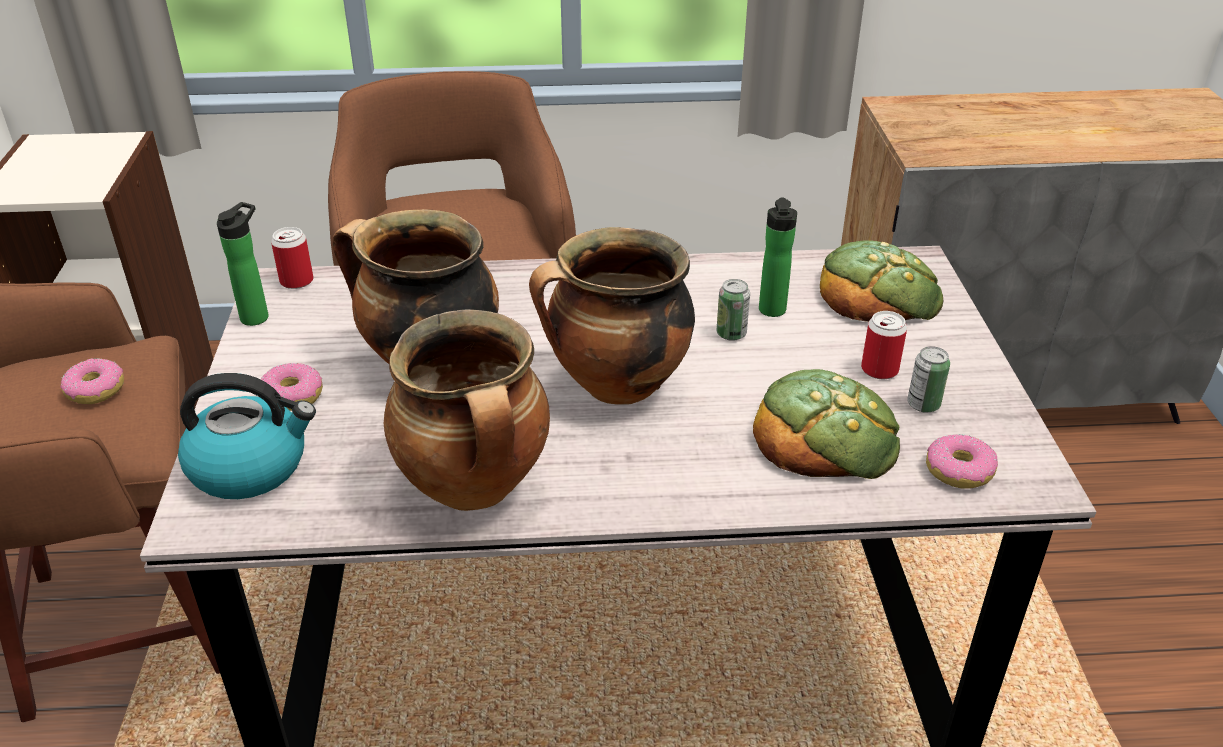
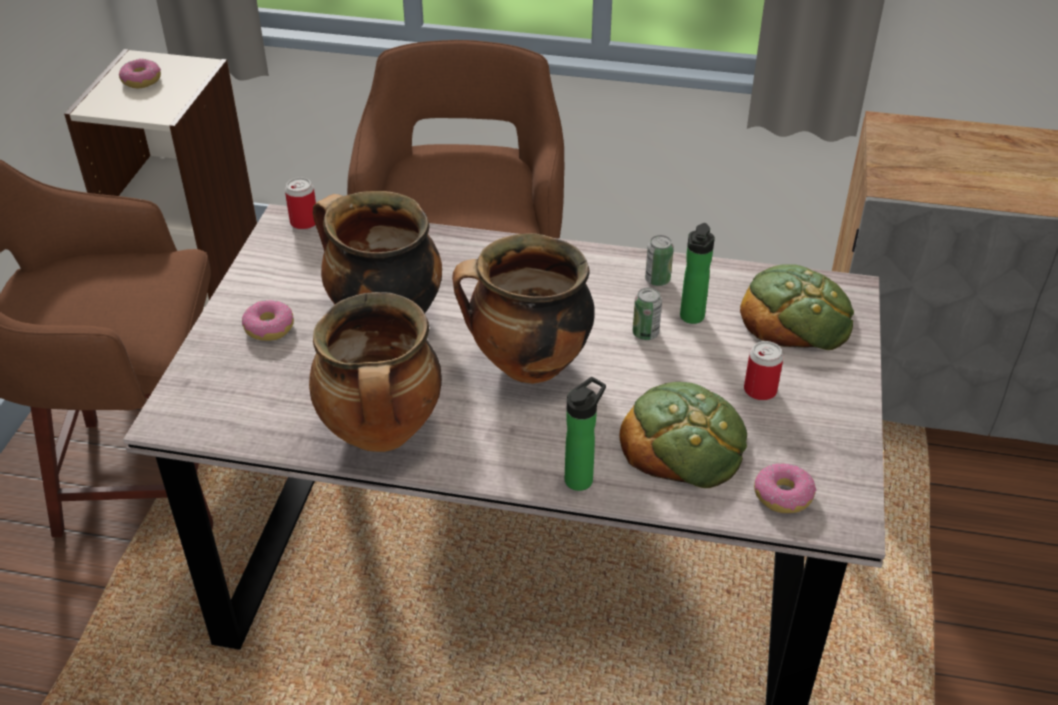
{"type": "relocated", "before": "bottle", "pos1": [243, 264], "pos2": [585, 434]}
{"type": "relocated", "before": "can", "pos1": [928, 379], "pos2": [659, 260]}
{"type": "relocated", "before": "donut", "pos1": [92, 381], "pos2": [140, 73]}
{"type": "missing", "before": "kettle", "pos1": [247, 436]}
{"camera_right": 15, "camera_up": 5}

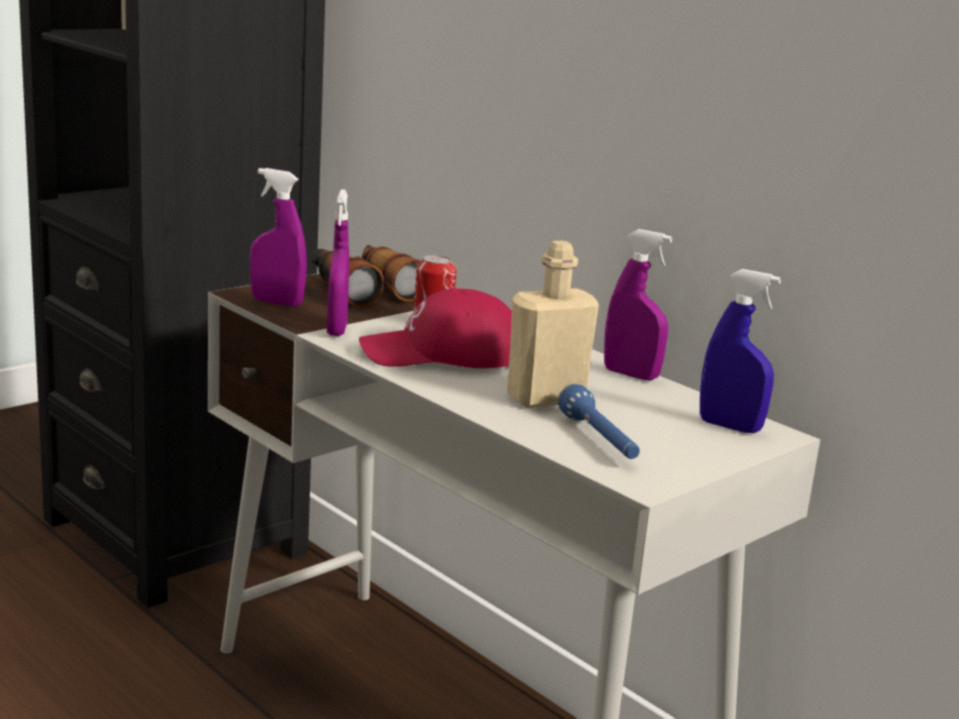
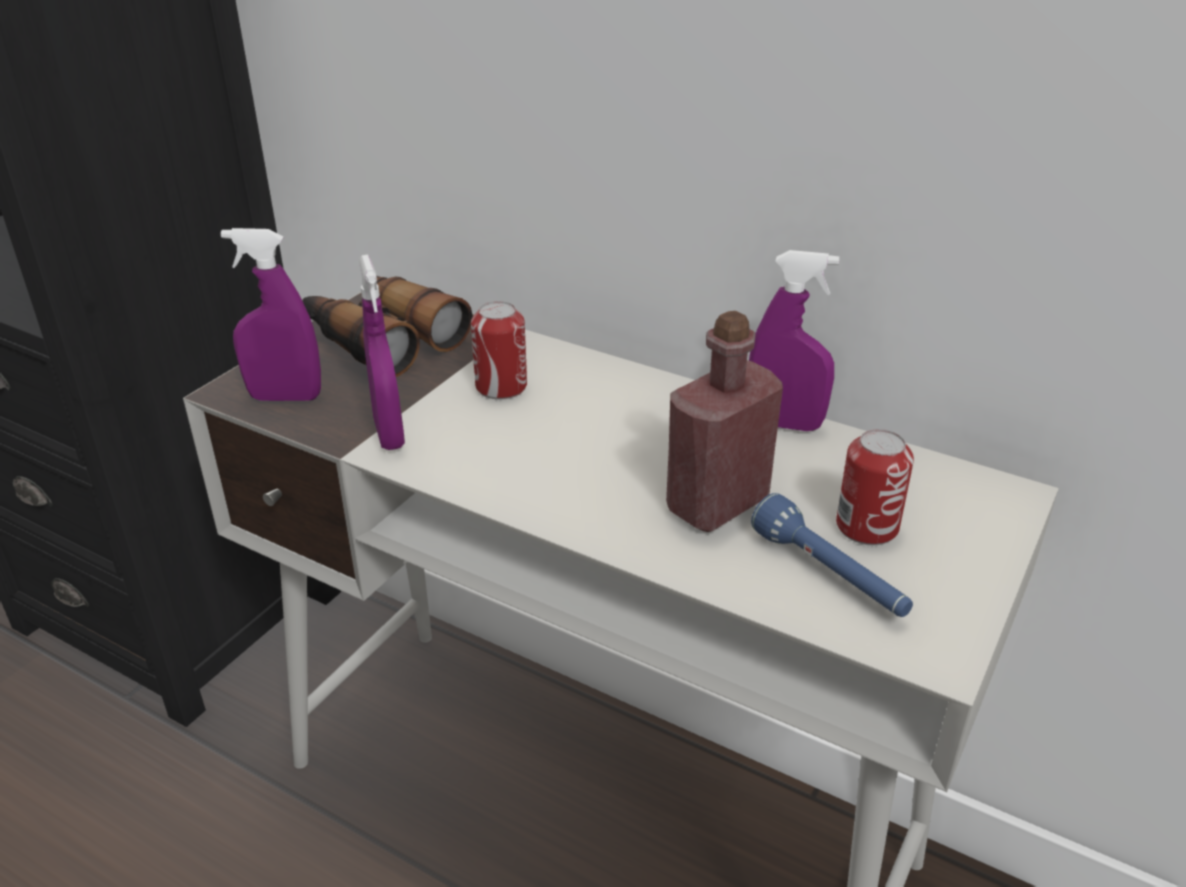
{"type": "colour", "before": "bottle (beige)", "after": "bottle (red)", "pos1": [553, 324], "pos2": [724, 421]}
{"type": "missing", "before": "spray bottle (blue)", "pos1": [740, 351]}
{"type": "missing", "before": "cap (red)", "pos1": [435, 328]}
{"type": "appeared", "after": "can", "pos2": [875, 487]}
{"camera_right": -15, "camera_up": 15}

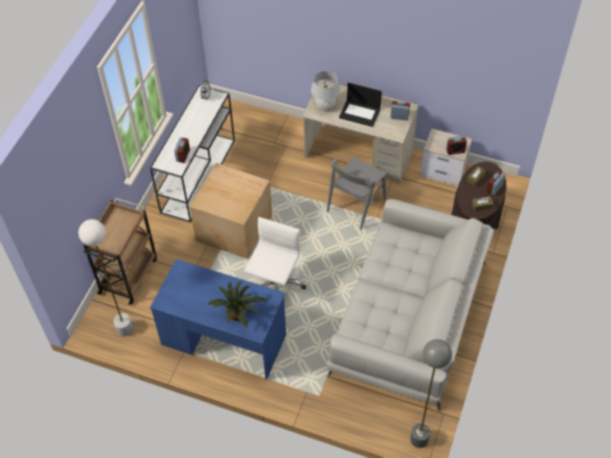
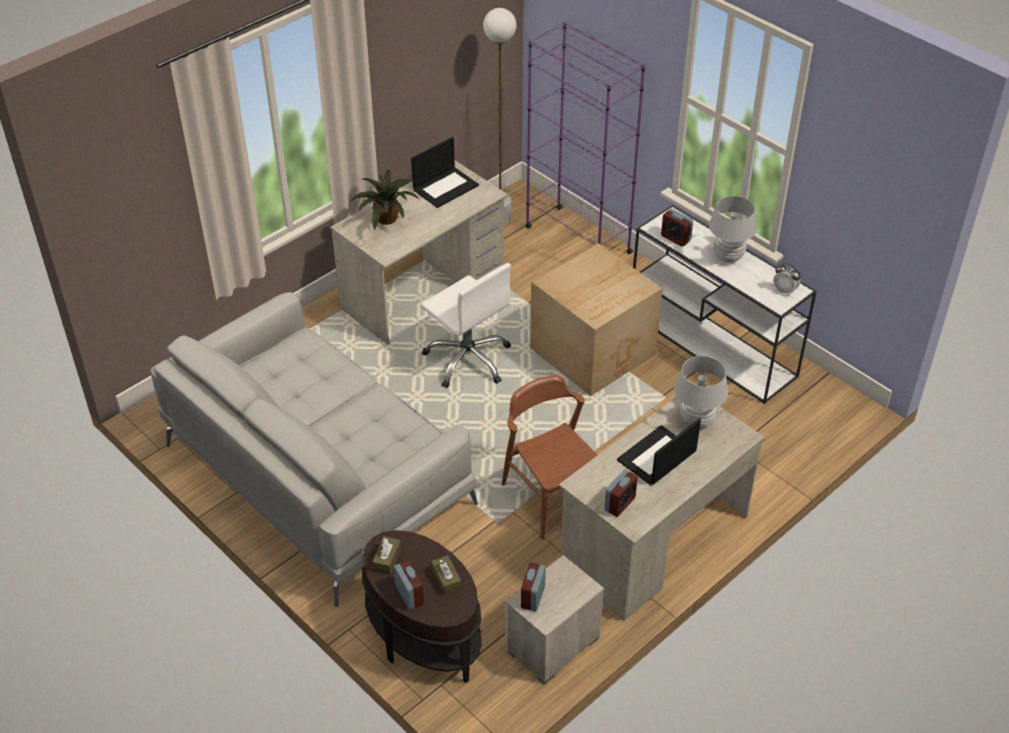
{"type": "colour", "before": "chair (grey)", "after": "chair (brown)", "pos1": [357, 193], "pos2": [549, 457]}
{"type": "exchanged", "before": "cart (brown)", "after": "bookcase (purple)", "pos1": [120, 251], "pos2": [585, 138]}
{"type": "colour", "before": "desk (blue)", "after": "desk (beige)", "pos1": [218, 319], "pos2": [419, 253]}
{"type": "missing", "before": "floor lamp (grey)", "pos1": [431, 393]}
{"type": "appeared", "after": "laptop", "pos2": [445, 172]}
{"type": "appeared", "after": "table lamp (white)", "pos2": [733, 229]}
{"camera_right": 115, "camera_up": -10}

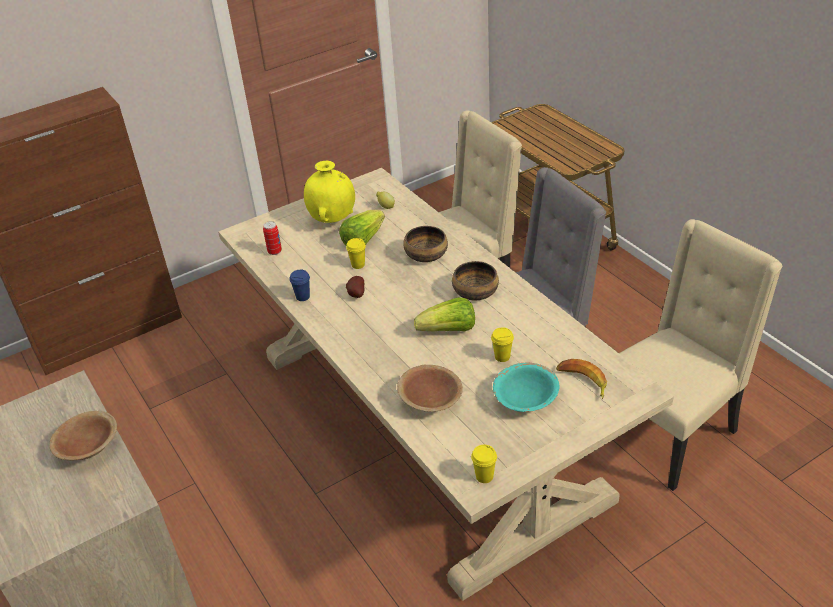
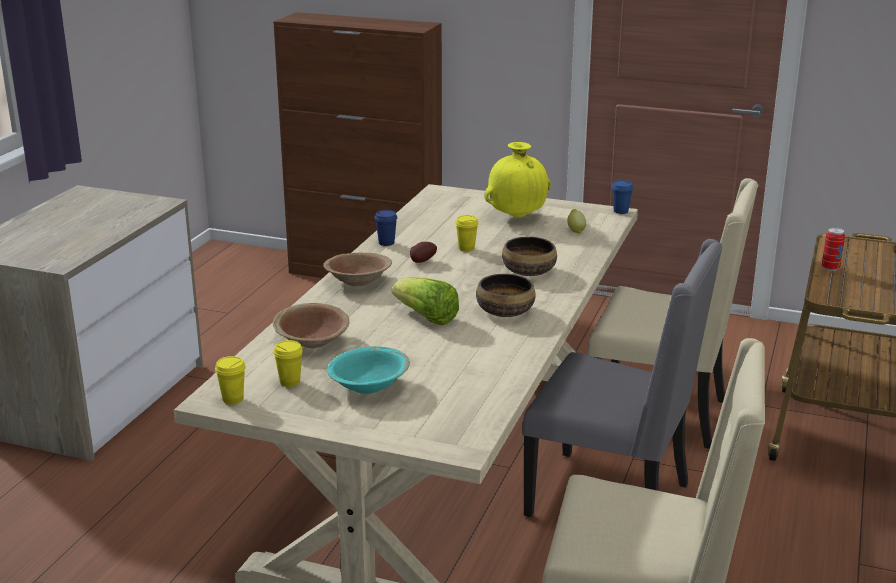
{"type": "missing", "before": "lettuce", "pos1": [362, 228]}
{"type": "relocated", "before": "can", "pos1": [272, 238], "pos2": [833, 249]}
{"type": "relocated", "before": "cup (yellow)", "pos1": [502, 344], "pos2": [288, 363]}
{"type": "missing", "before": "banana", "pos1": [581, 379]}
{"type": "relocated", "before": "bowl (brown)", "pos1": [83, 436], "pos2": [357, 269]}
{"type": "appeared", "after": "cup (blue)", "pos2": [622, 197]}
{"camera_right": 50, "camera_up": -15}

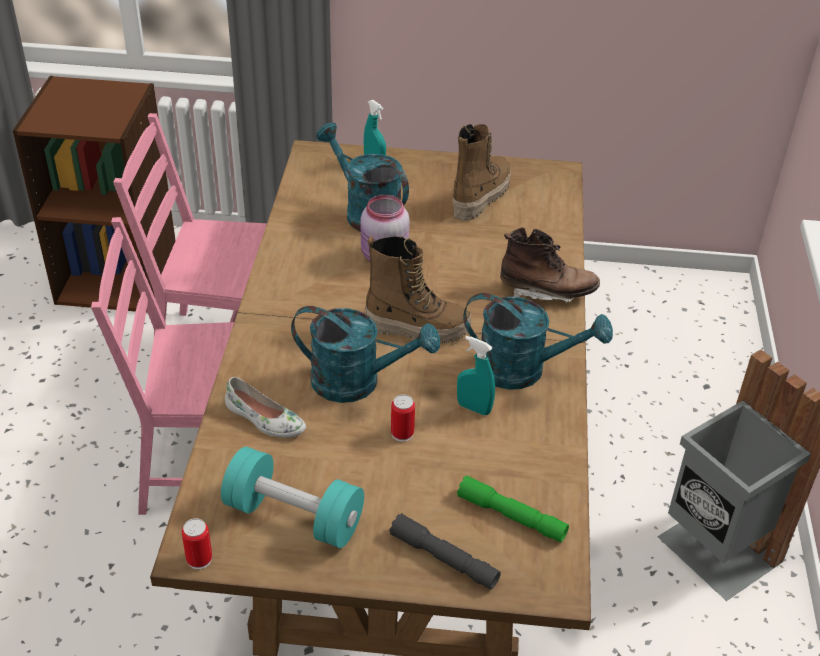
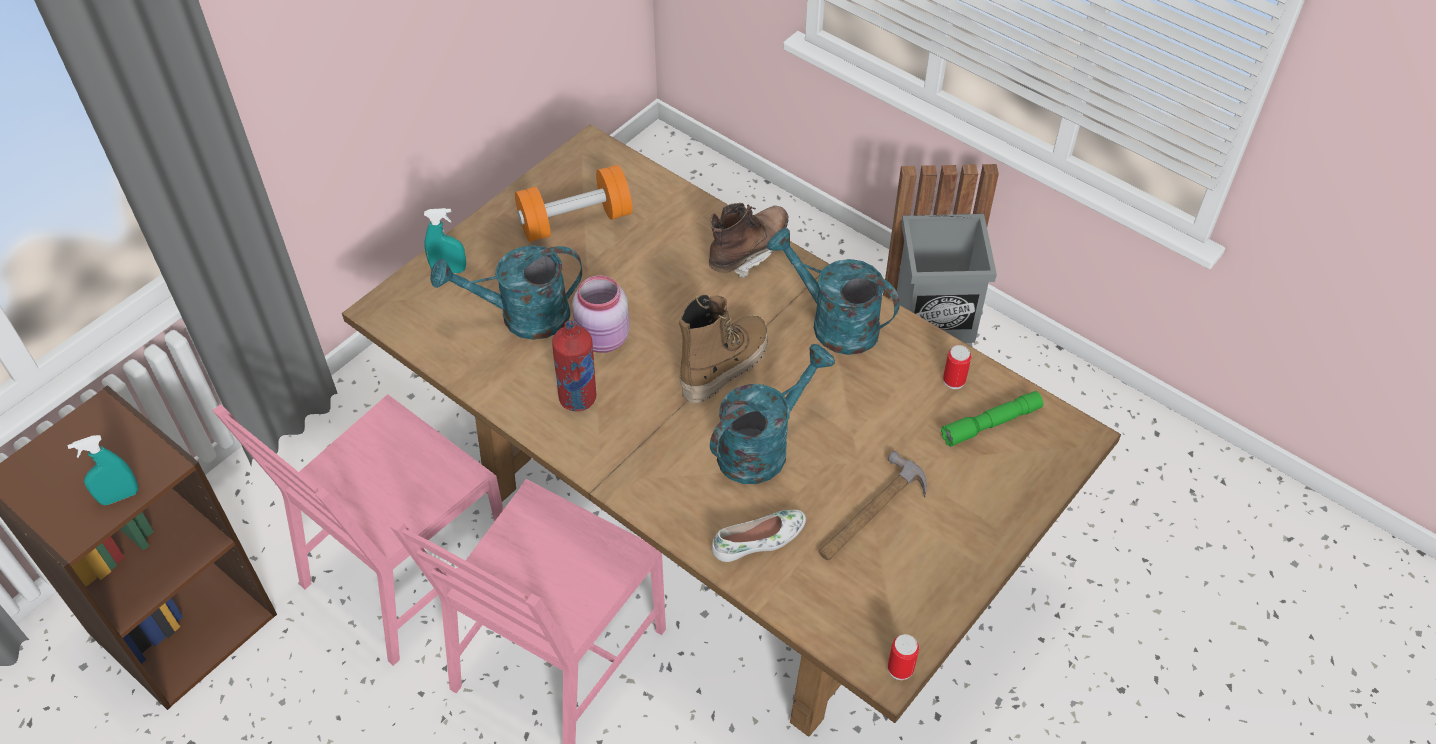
{"type": "exchanged", "before": "boot", "after": "dumbbell (orange)", "pos1": [481, 172], "pos2": [573, 203]}
{"type": "spun", "before": "watering can (turquoise)", "pos1": [538, 341], "pos2": [833, 291], "turn": -105}
{"type": "relocated", "before": "spray bottle (turquoise)", "pos1": [476, 375], "pos2": [102, 470]}
{"type": "relocated", "before": "can", "pos1": [403, 418], "pos2": [957, 367]}
{"type": "missing", "before": "dumbbell (turquoise)", "pos1": [292, 497]}
{"type": "missing", "before": "flashlight (grey)", "pos1": [445, 551]}
{"type": "appeared", "after": "bottle (red)", "pos2": [574, 366]}
{"type": "appeared", "after": "hammer", "pos2": [872, 505]}
{"camera_right": -55, "camera_up": 10}

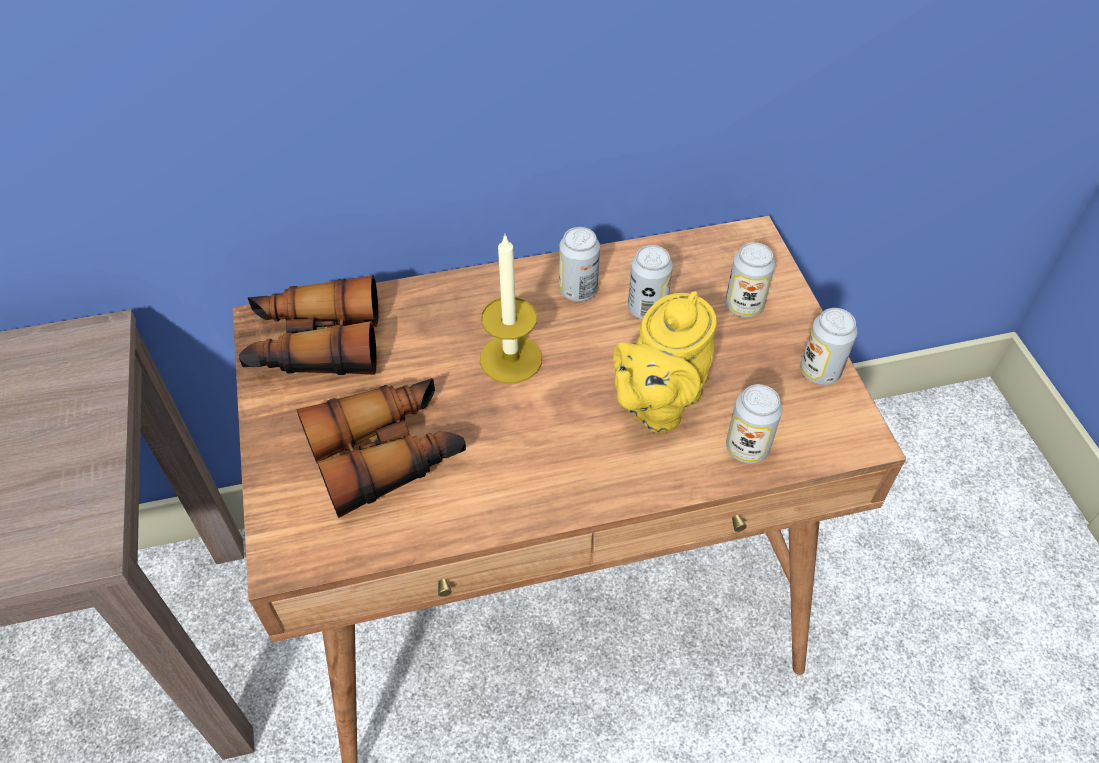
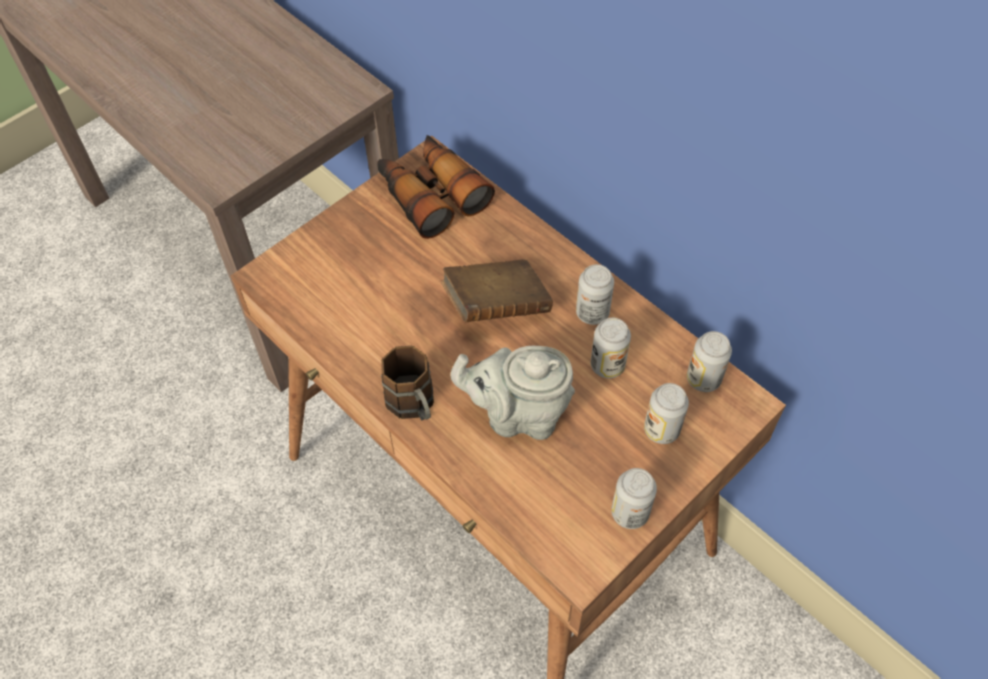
{"type": "exchanged", "before": "candle", "after": "book (brown)", "pos1": [511, 308], "pos2": [497, 290]}
{"type": "colour", "before": "teapot (yellow)", "after": "teapot (grey)", "pos1": [665, 362], "pos2": [512, 393]}
{"type": "missing", "before": "binoculars", "pos1": [381, 448]}
{"type": "relocated", "before": "can", "pos1": [754, 424], "pos2": [709, 361]}
{"type": "appeared", "after": "mug (brown)", "pos2": [407, 383]}
{"camera_right": 60, "camera_up": 5}

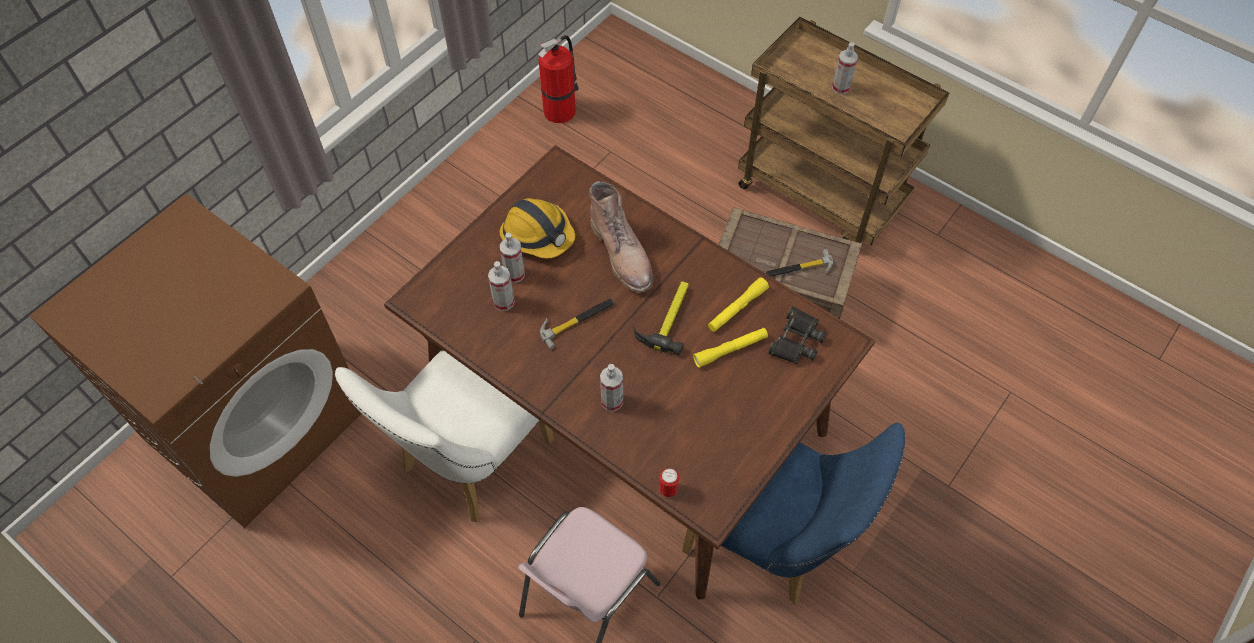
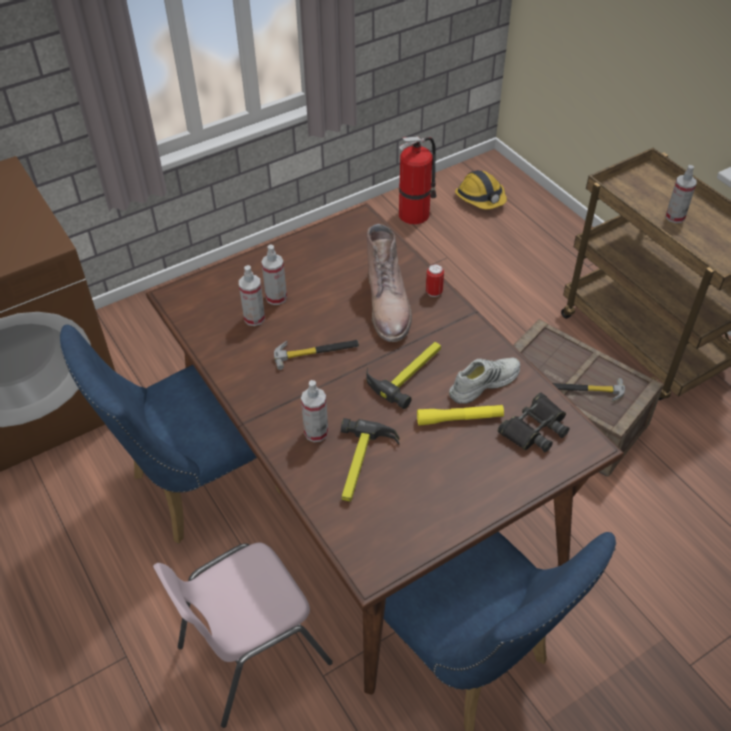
{"type": "relocated", "before": "hard hat", "pos1": [537, 228], "pos2": [481, 189]}
{"type": "exchanged", "before": "flashlight (yellow)", "after": "shoe (white)", "pos1": [738, 304], "pos2": [484, 381]}
{"type": "colour", "before": "chair (white)", "after": "chair (blue)", "pos1": [444, 436], "pos2": [170, 434]}
{"type": "relocated", "before": "can", "pos1": [669, 482], "pos2": [435, 280]}
{"type": "appeared", "after": "hammer", "pos2": [370, 460]}
{"camera_right": 20, "camera_up": -10}

